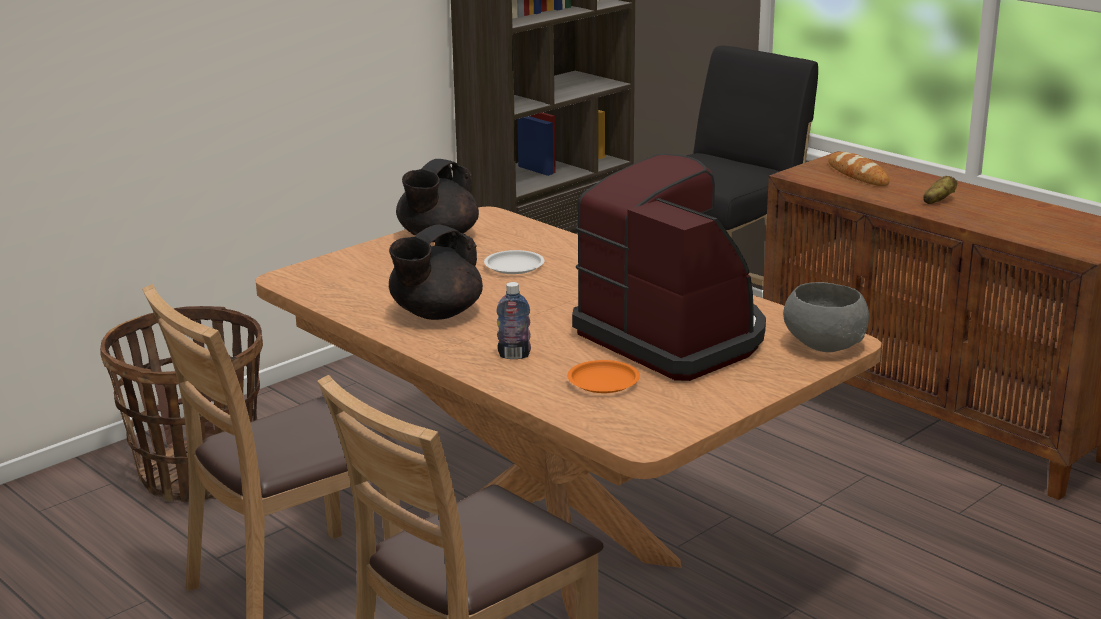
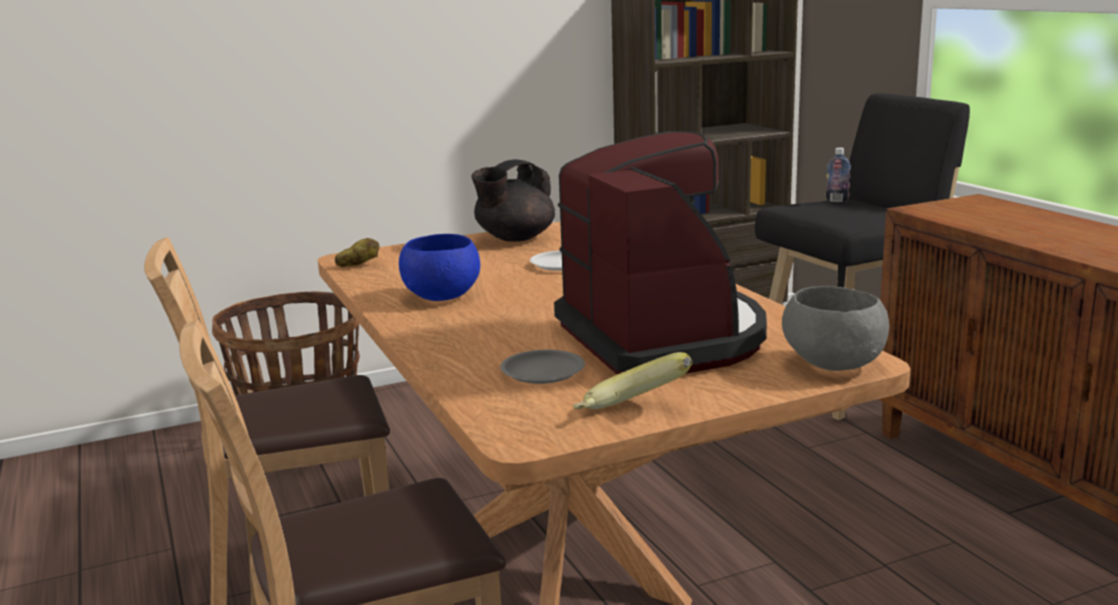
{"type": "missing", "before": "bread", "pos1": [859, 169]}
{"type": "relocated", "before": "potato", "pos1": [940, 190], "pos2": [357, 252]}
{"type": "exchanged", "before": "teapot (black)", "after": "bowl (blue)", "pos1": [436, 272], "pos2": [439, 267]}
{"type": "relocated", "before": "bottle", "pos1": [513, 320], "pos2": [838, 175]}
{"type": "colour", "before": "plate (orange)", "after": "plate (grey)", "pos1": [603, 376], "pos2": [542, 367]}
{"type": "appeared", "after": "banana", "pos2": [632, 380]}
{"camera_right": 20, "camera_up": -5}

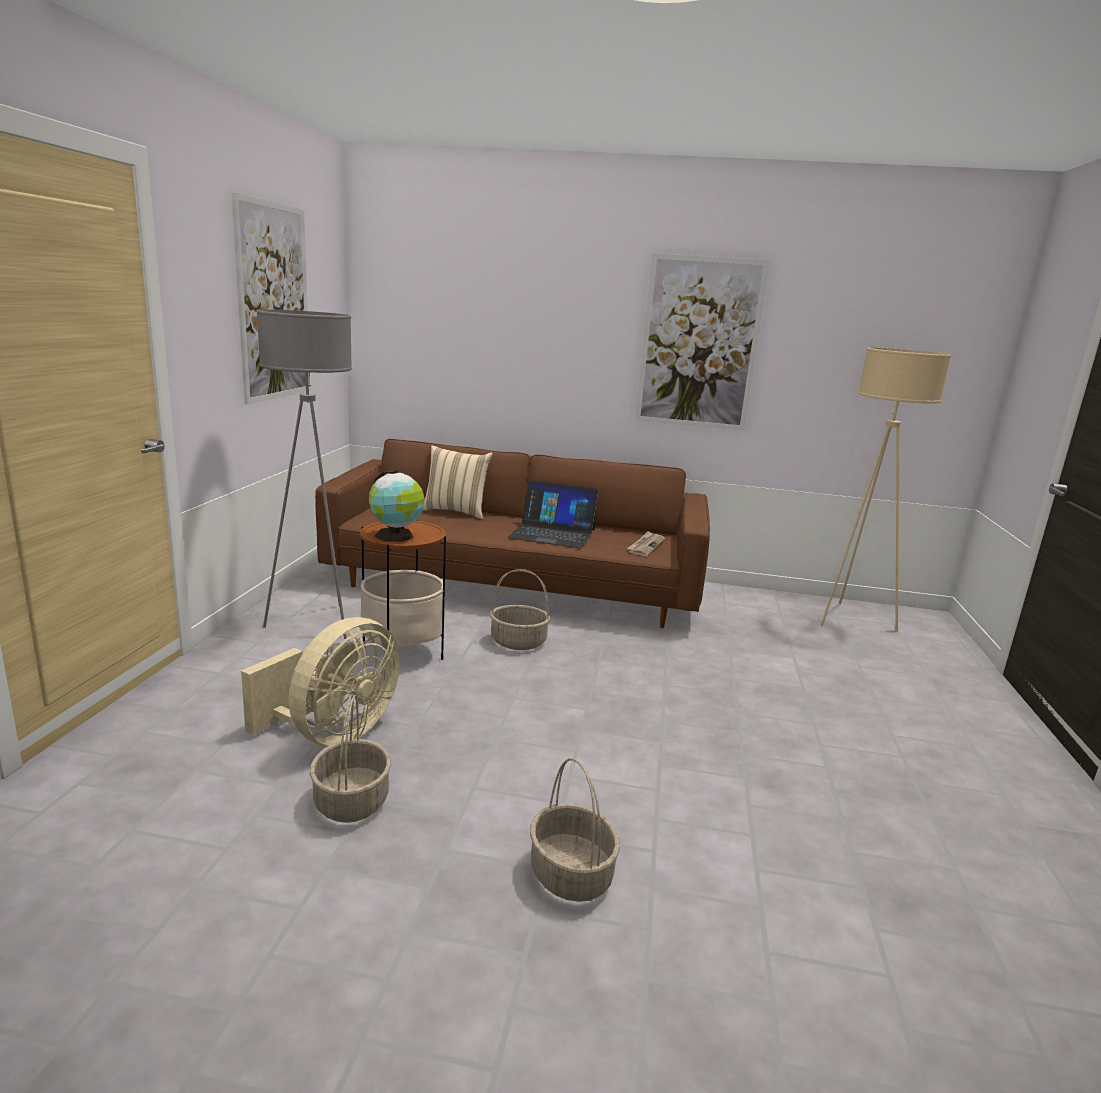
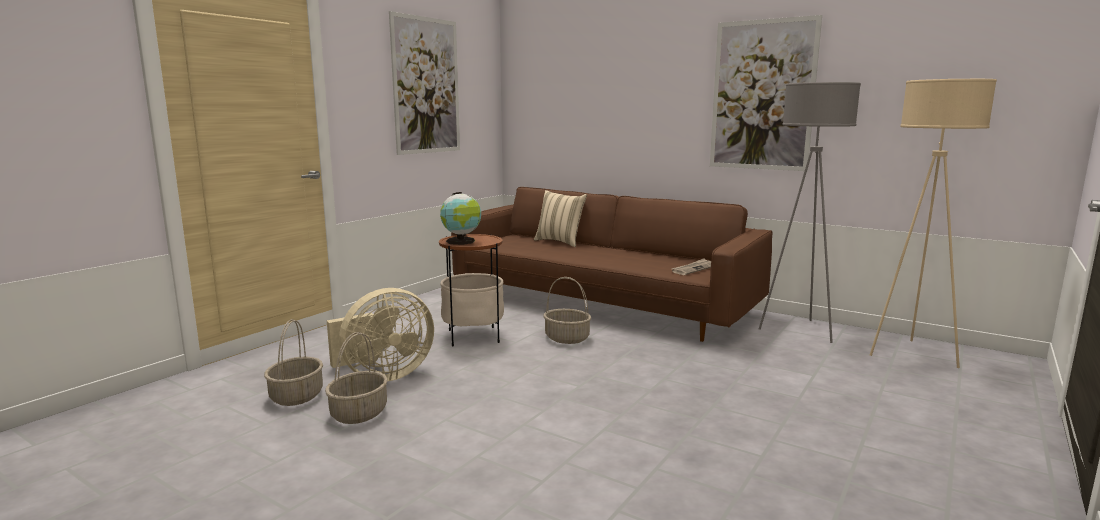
{"type": "relocated", "before": "floor lamp (grey)", "pos1": [304, 474], "pos2": [810, 212]}
{"type": "missing", "before": "laptop", "pos1": [553, 514]}
{"type": "relocated", "before": "basket", "pos1": [575, 830], "pos2": [293, 362]}
{"camera_right": 25, "camera_up": -5}

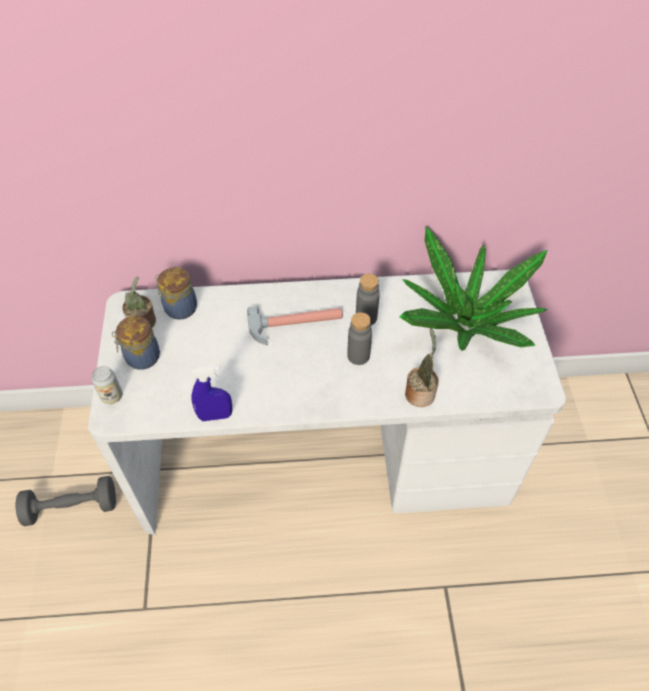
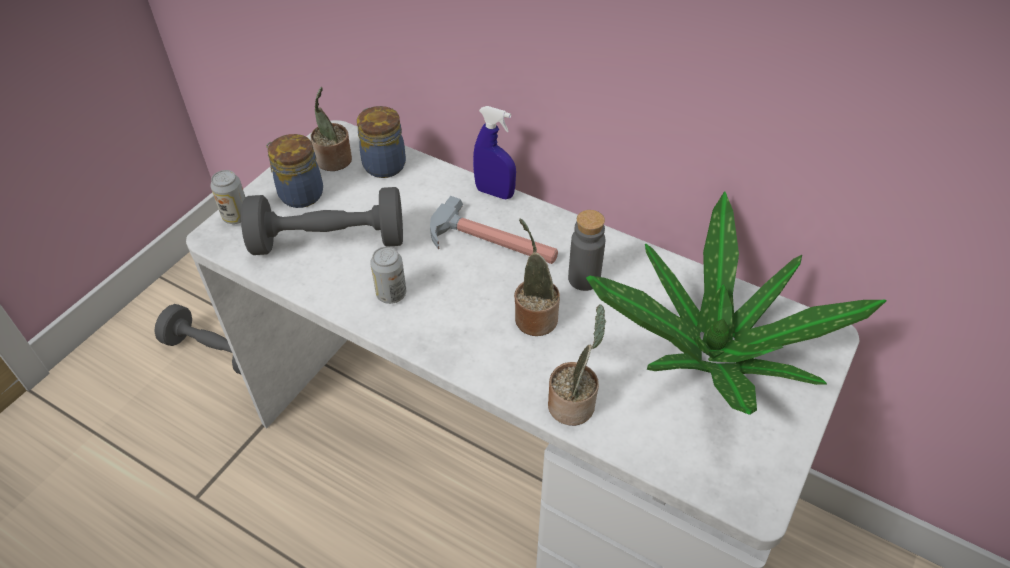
{"type": "exchanged", "before": "bottle (grey)", "after": "potted plant", "pos1": [359, 338], "pos2": [537, 277]}
{"type": "relocated", "before": "spray bottle (blue)", "pos1": [211, 393], "pos2": [494, 152]}
{"type": "appeared", "after": "dumbbell (grey)", "pos2": [322, 221]}
{"type": "appeared", "after": "can", "pos2": [388, 275]}
{"camera_right": 35, "camera_up": -5}

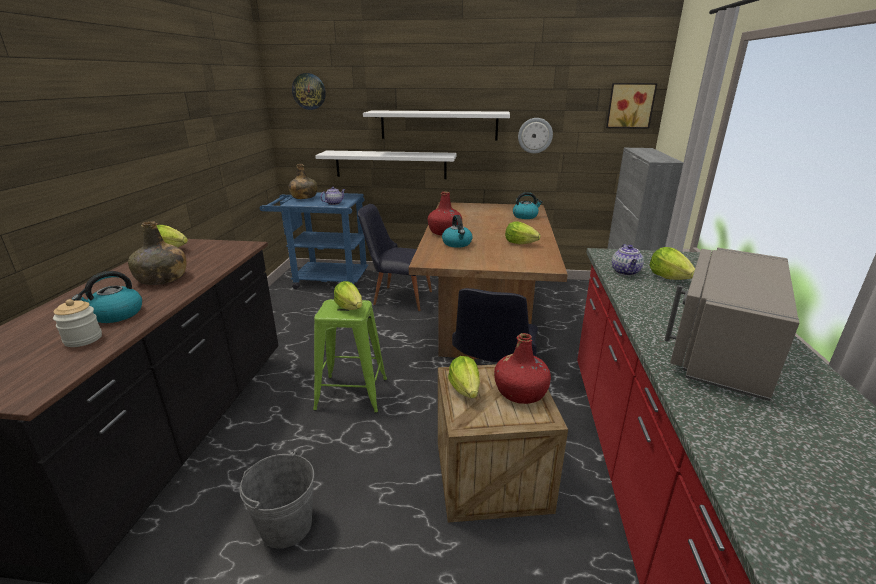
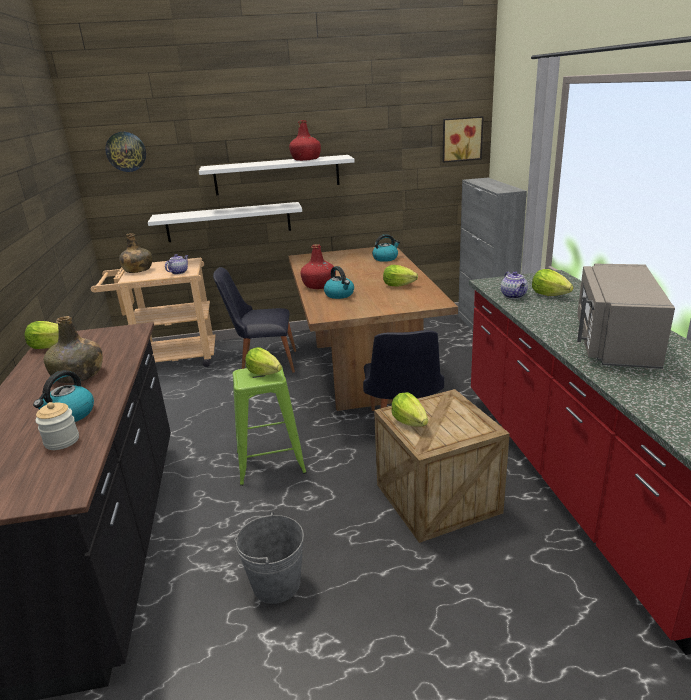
{"type": "missing", "before": "wall clock", "pos1": [535, 135]}
{"type": "colour", "before": "cart (blue)", "after": "cart (beige)", "pos1": [314, 241], "pos2": [153, 312]}
{"type": "relocated", "before": "bottle (red)", "pos1": [522, 368], "pos2": [305, 140]}
{"camera_right": -15, "camera_up": 0}

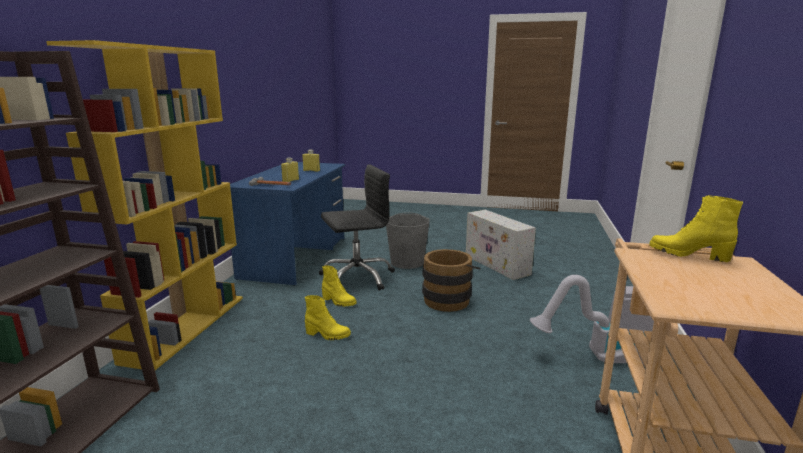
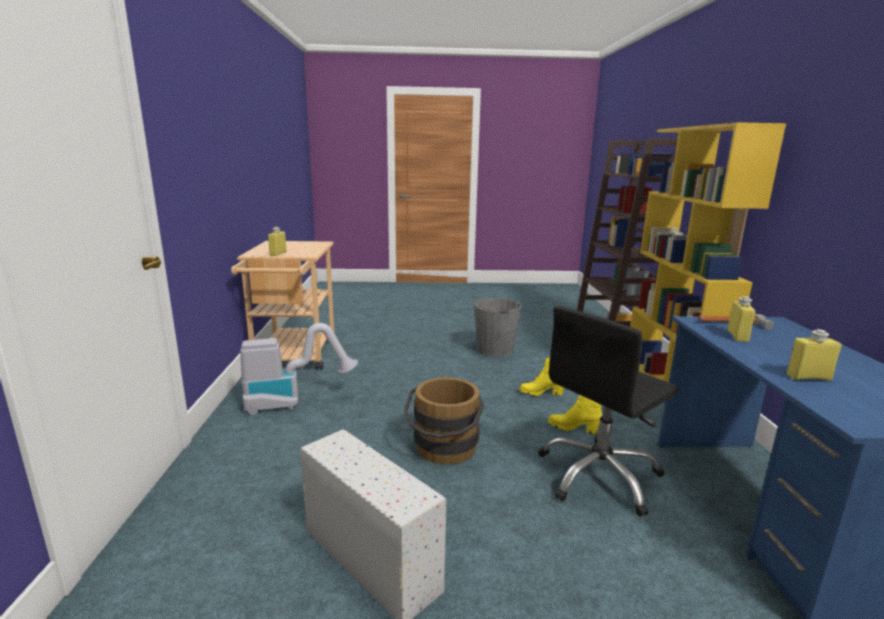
{"type": "exchanged", "before": "boot (yellow)", "after": "bottle (yellow)", "pos1": [696, 228], "pos2": [277, 241]}
{"type": "relocated", "before": "bucket (grey)", "pos1": [408, 240], "pos2": [497, 327]}
{"camera_right": 165, "camera_up": 0}

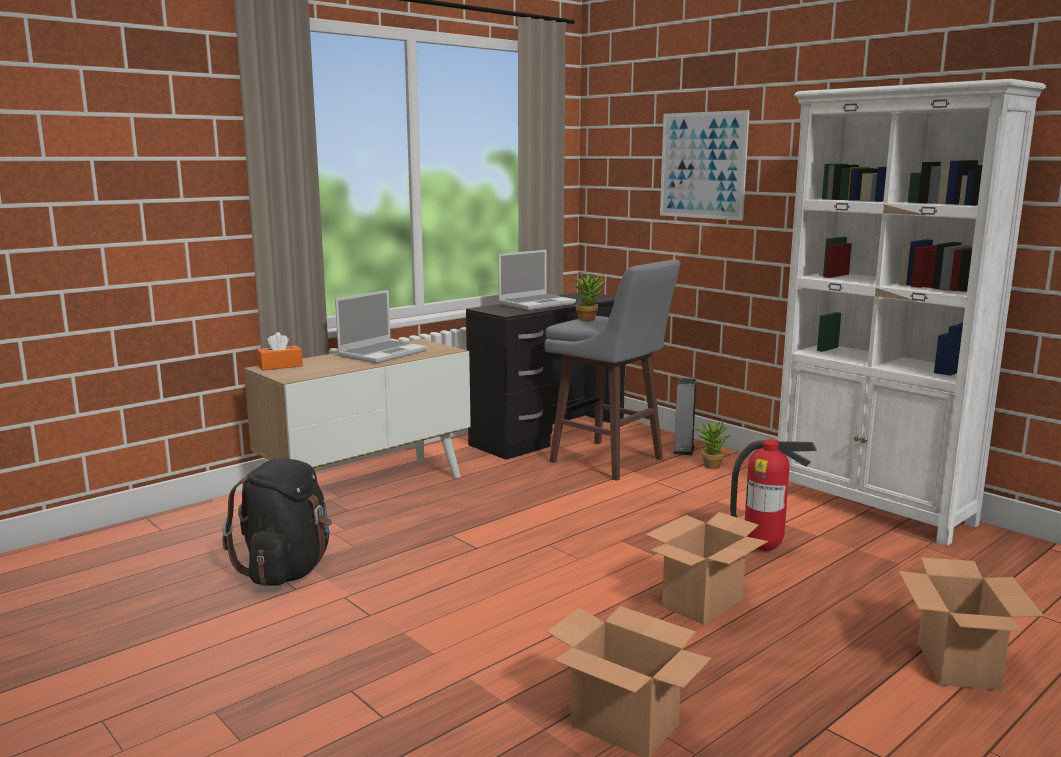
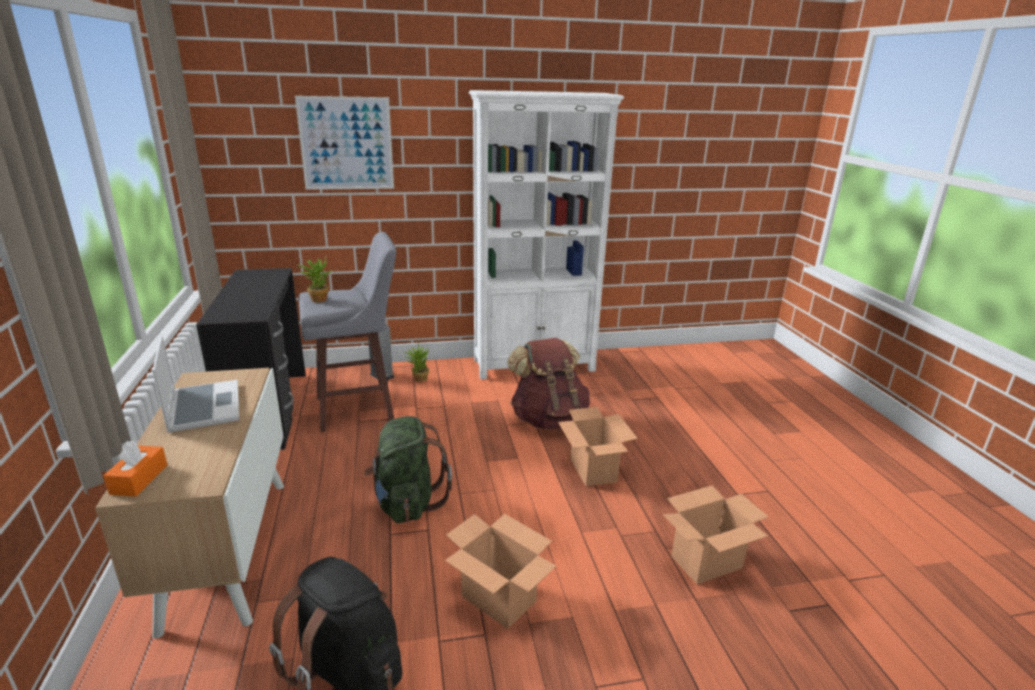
{"type": "missing", "before": "laptop", "pos1": [537, 280]}
{"type": "exchanged", "before": "fire extinguisher", "after": "backpack (brown)", "pos1": [773, 495], "pos2": [548, 384]}
{"type": "relocated", "before": "cardboard box", "pos1": [971, 624], "pos2": [500, 571]}
{"type": "appeared", "after": "backpack (green)", "pos2": [408, 469]}
{"camera_right": -60, "camera_up": 10}

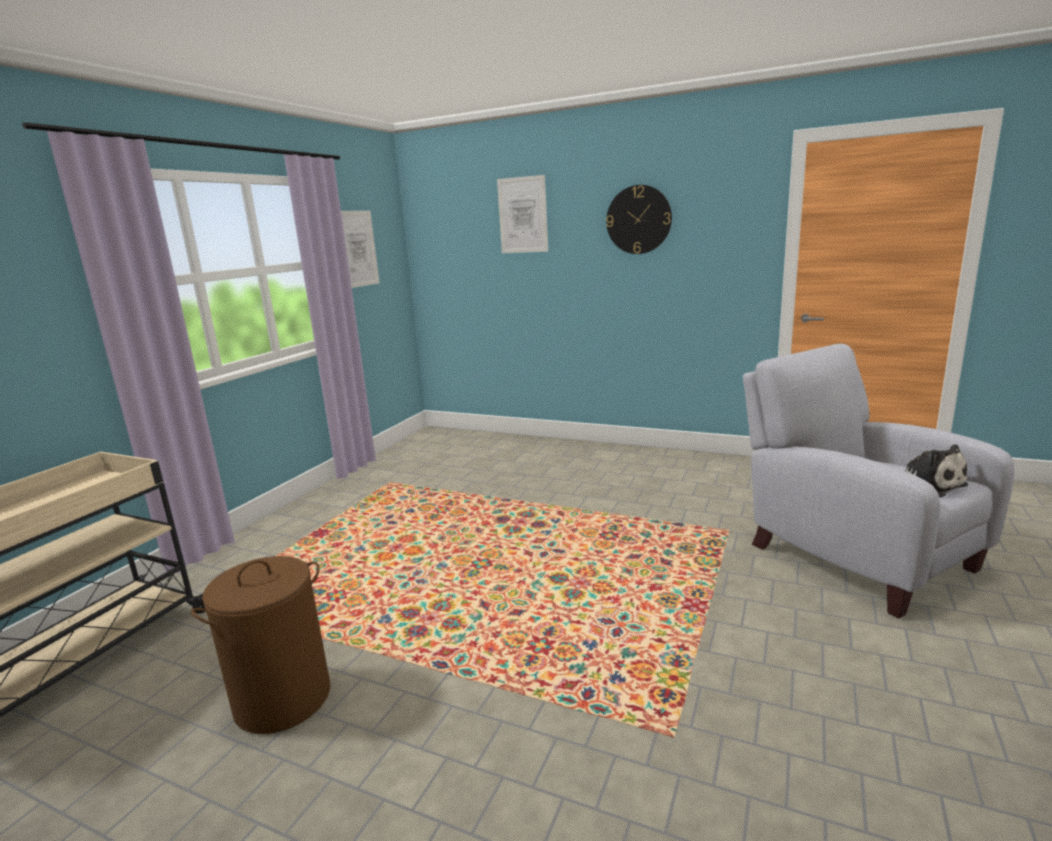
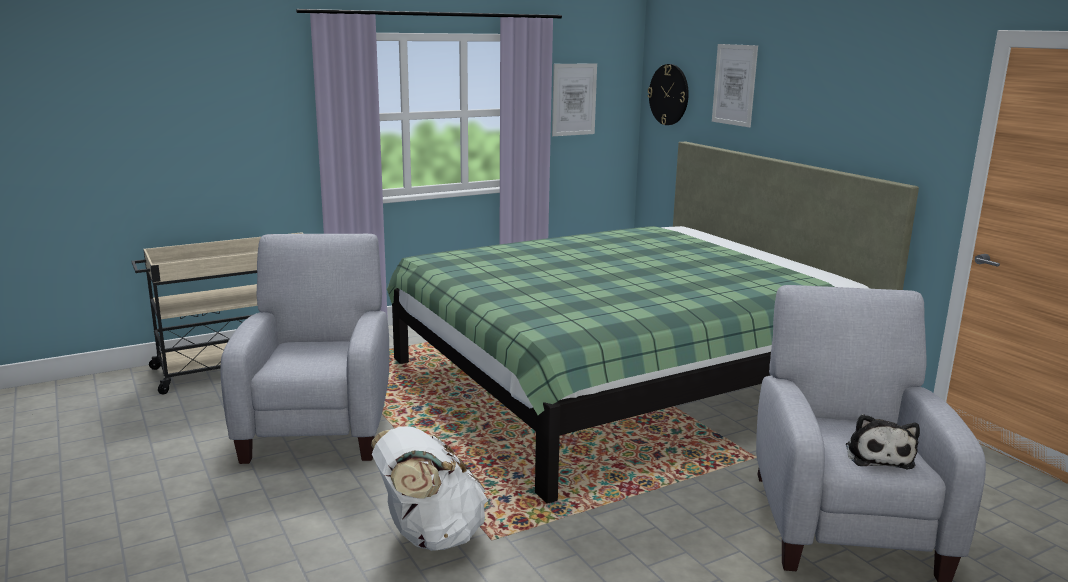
{"type": "relocated", "before": "wall clock", "pos1": [639, 219], "pos2": [668, 94]}
{"type": "exchanged", "before": "laundry basket (brown)", "after": "armchair (grey)", "pos1": [260, 645], "pos2": [304, 349]}
{"type": "appeared", "after": "bed (green)", "pos2": [653, 322]}
{"type": "appeared", "after": "backpack (white)", "pos2": [429, 488]}
{"camera_right": 35, "camera_up": 0}

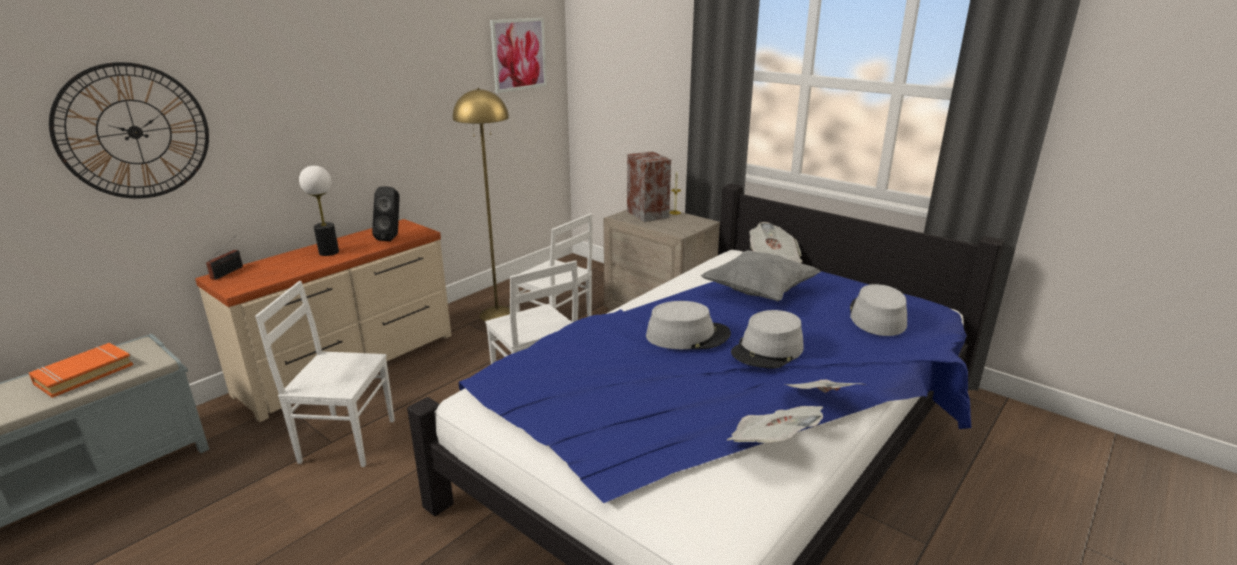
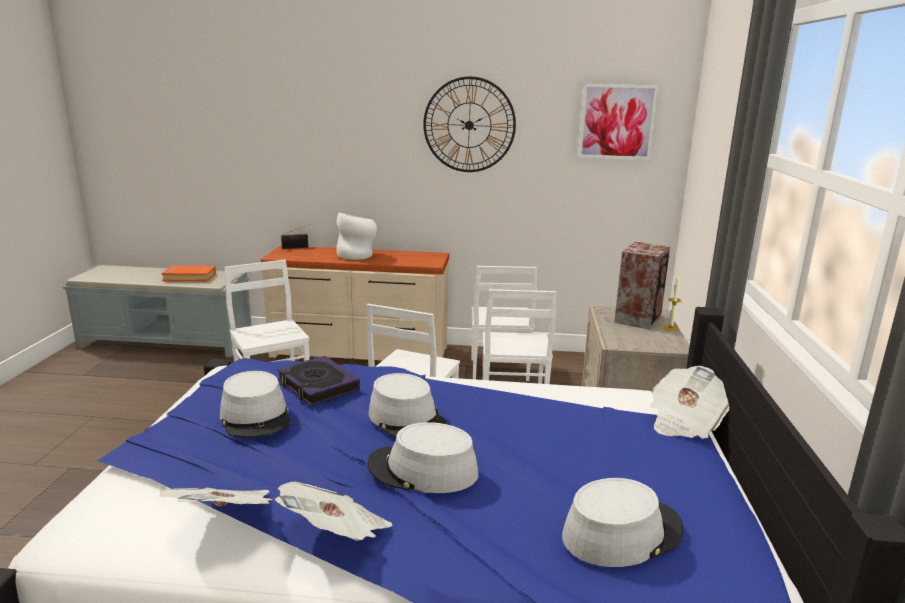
{"type": "relocated", "before": "wall clock", "pos1": [129, 130], "pos2": [469, 124]}
{"type": "exchanged", "before": "floor lamp (yellow)", "after": "chair (white)", "pos1": [481, 204], "pos2": [504, 323]}
{"type": "exchanged", "before": "table lamp", "after": "vase (white)", "pos1": [319, 210], "pos2": [357, 236]}
{"type": "missing", "before": "speaker (black)", "pos1": [386, 214]}
{"type": "missing", "before": "pillow (grey)", "pos1": [760, 275]}
{"type": "appeared", "after": "book", "pos2": [318, 381]}
{"type": "appeared", "after": "hat (grey)", "pos2": [255, 404]}
{"camera_right": 55, "camera_up": -5}

